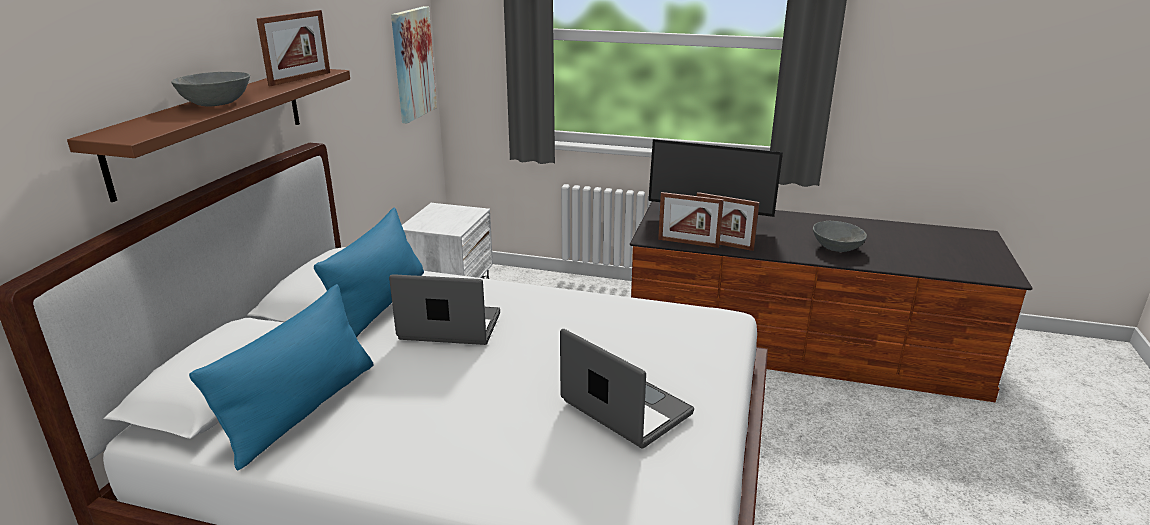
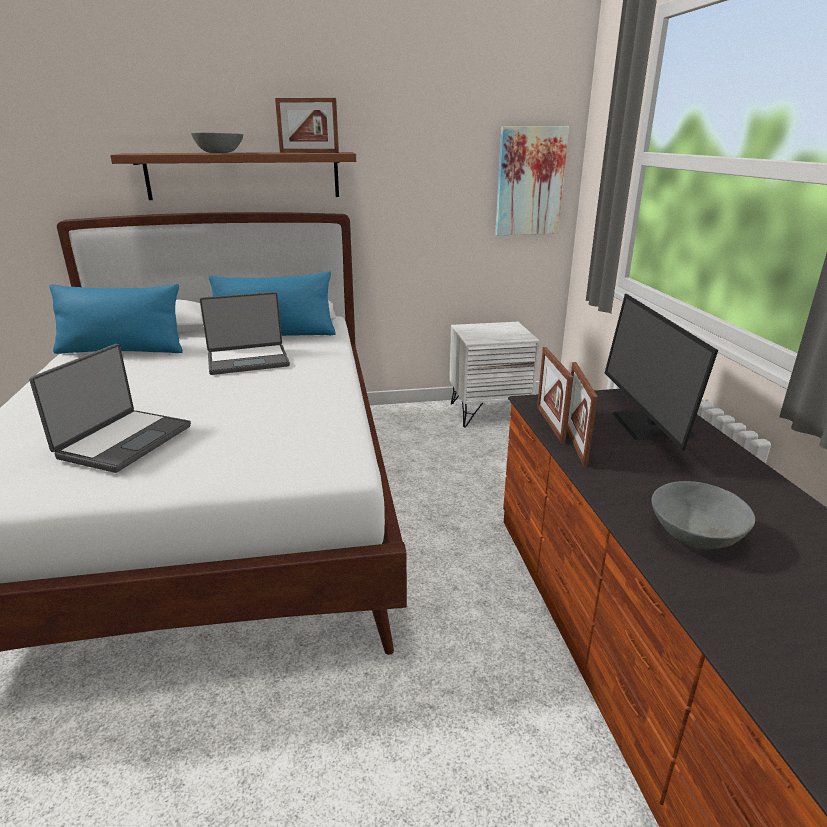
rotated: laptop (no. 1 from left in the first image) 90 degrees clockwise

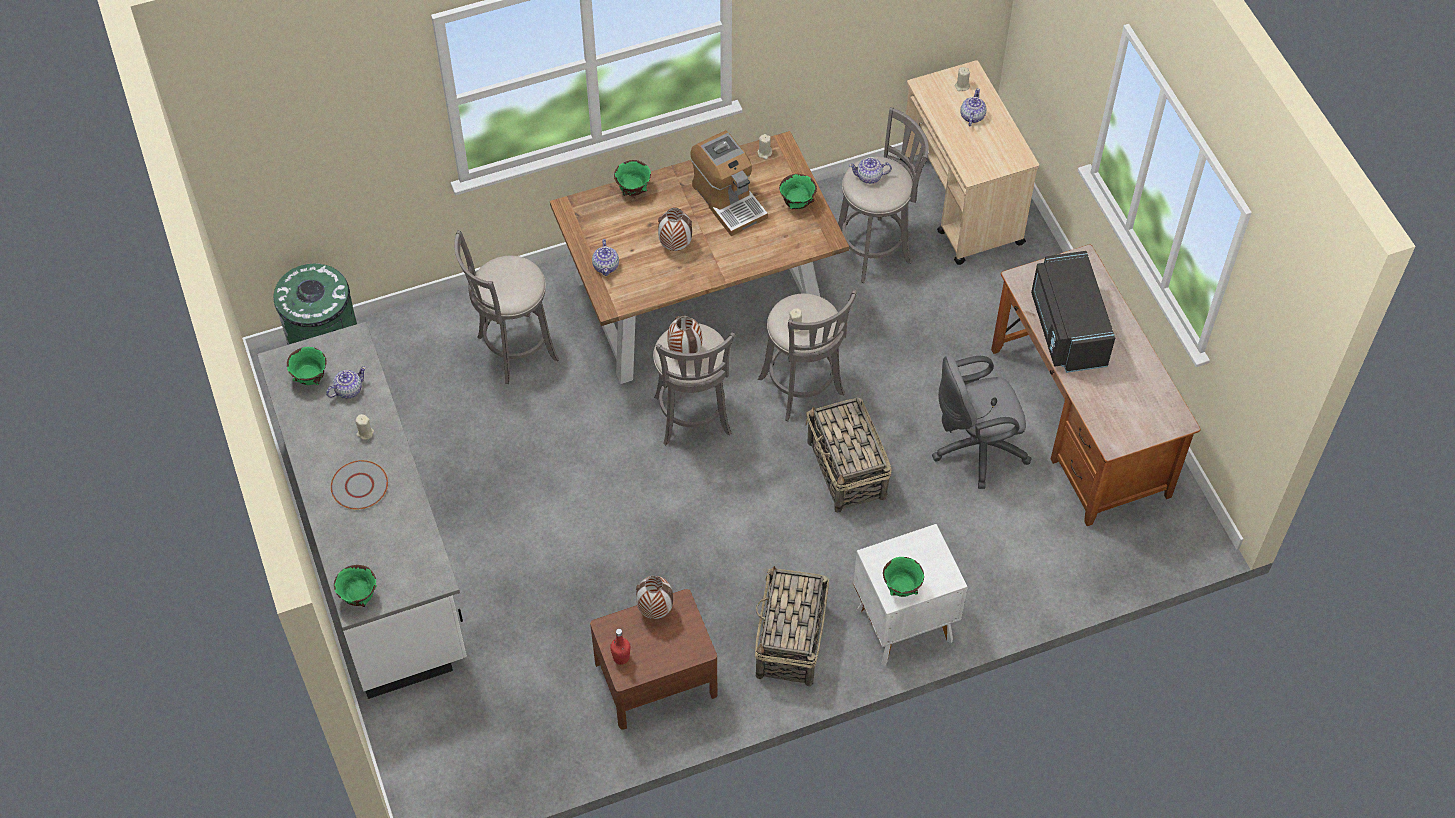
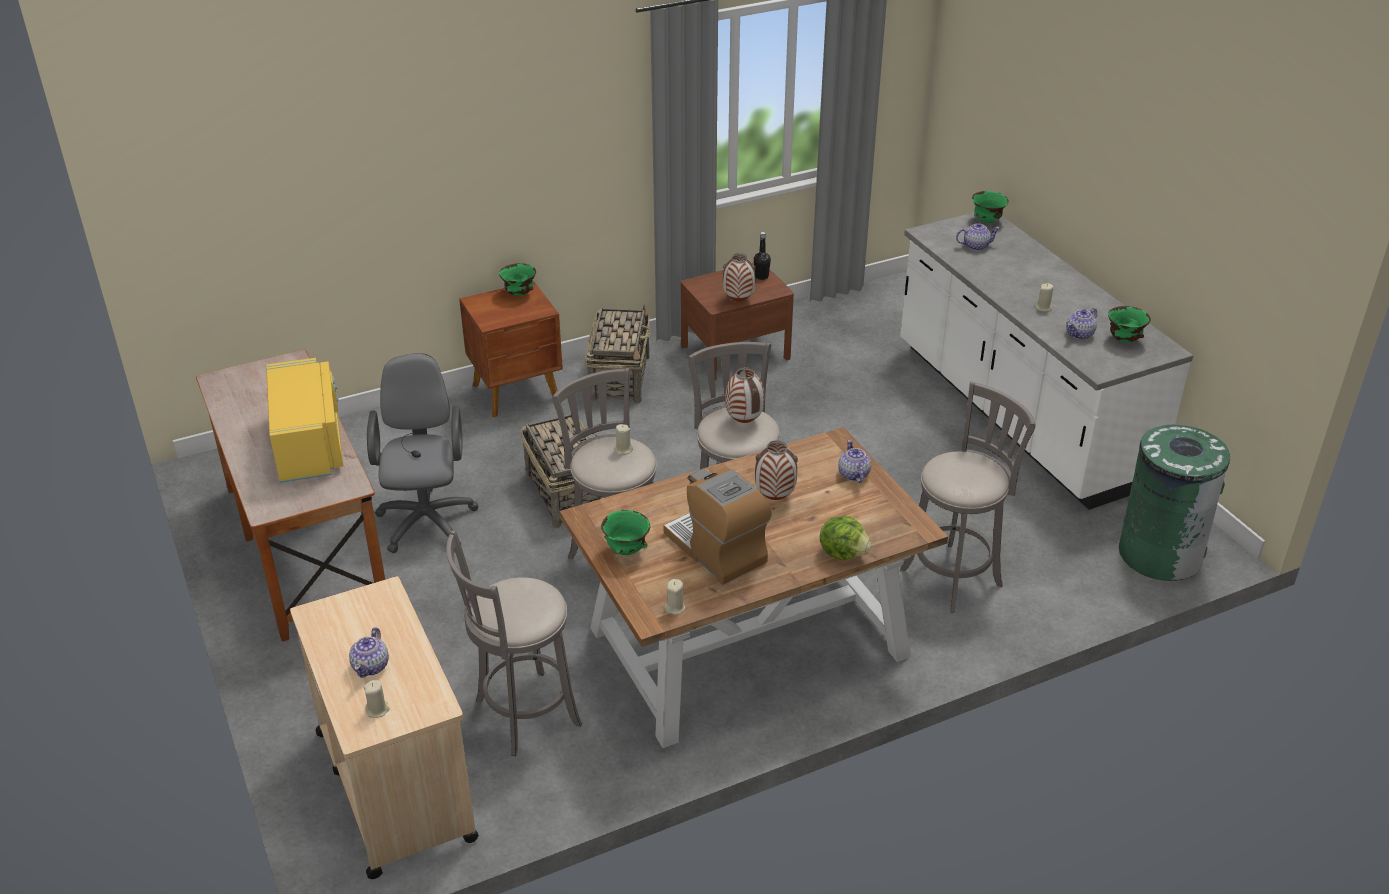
gone: plate/grey
shifted: teapot (no. 3 from left)
swapped: bowl/green (no. 3 from left) to lettuce
repainted: microwave/black to microwave/yellow; nightstand/white to nightstand/brown (no. 1 from left); bottle/red to bottle/black
rotated: office chair/grey 75 degrees counterclockwise

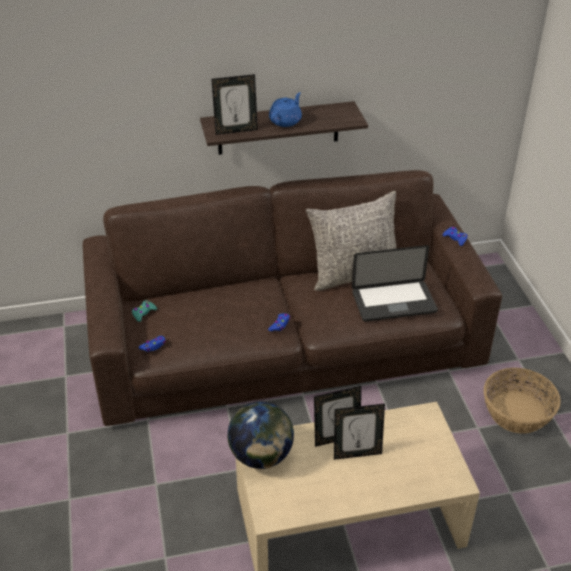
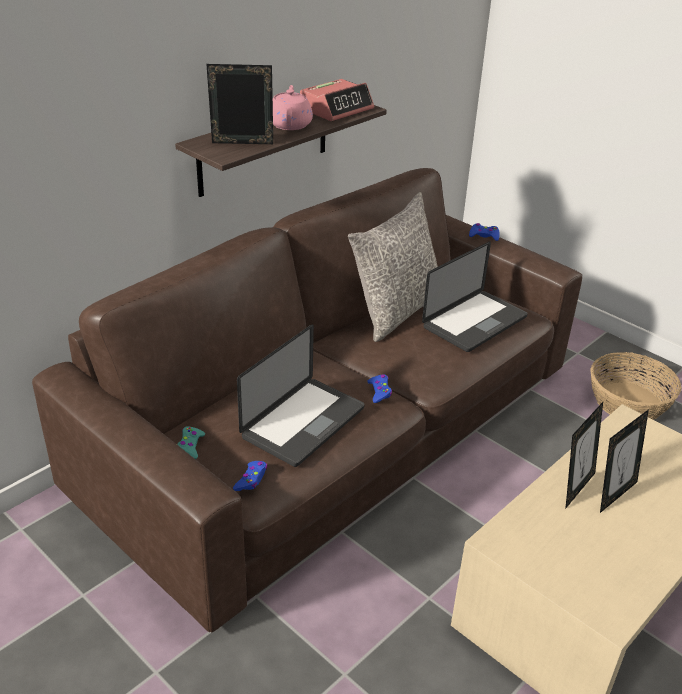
gone: globe
new: laptop (no. 1 from left); alarm clock
repainted: teapot/blue to teapot/pink
rotated: picture frame (no. 1 from left) 135 degrees counterclockwise

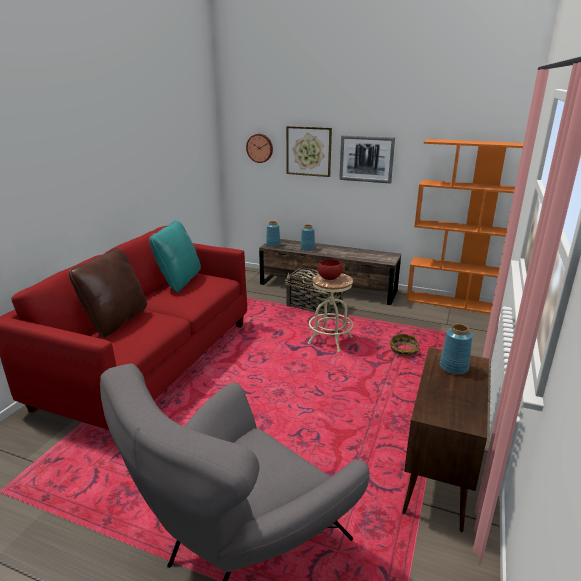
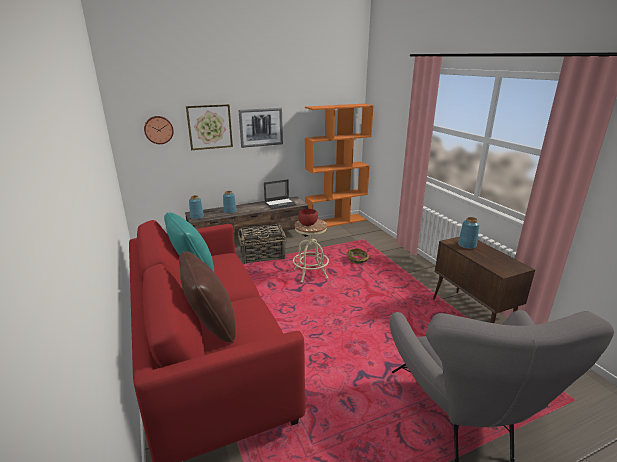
new: laptop

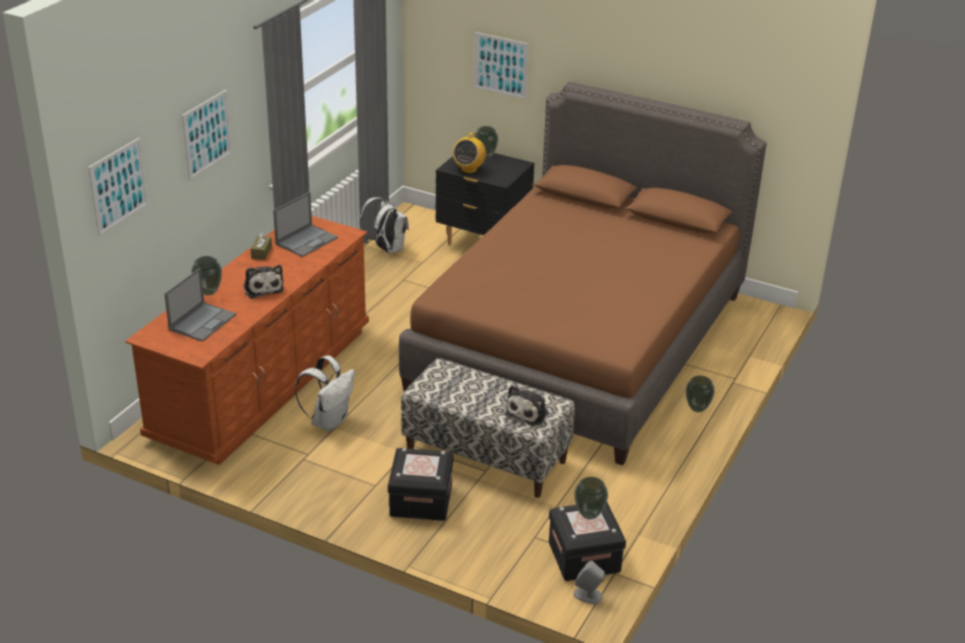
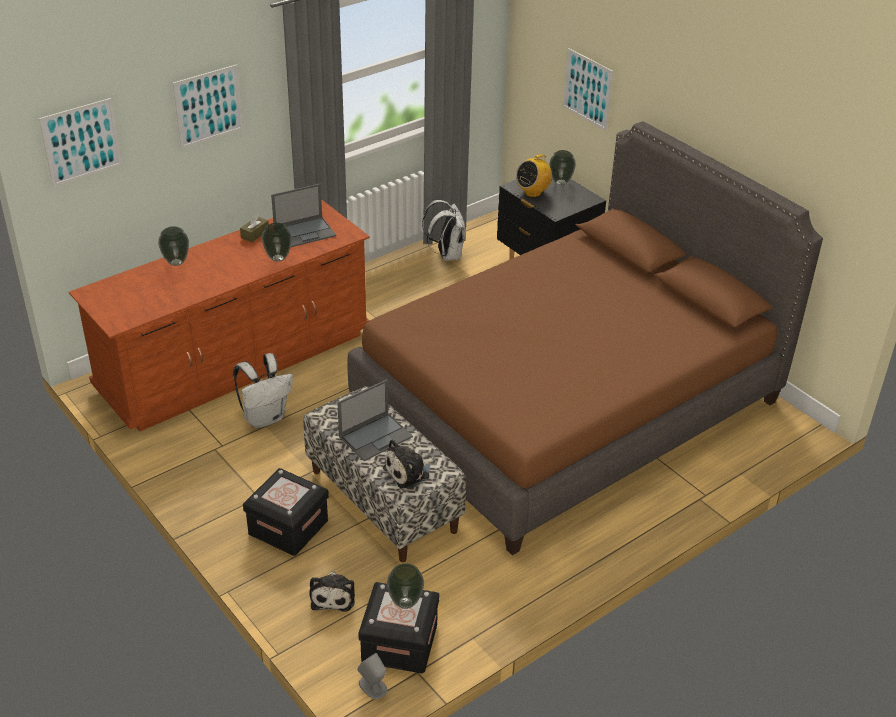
shifted: vase (no. 4 from left in the first image) to vase (no. 2 from left); plush toy (no. 1 from left); laptop (no. 1 from left in the first image) to laptop (no. 2 from left)

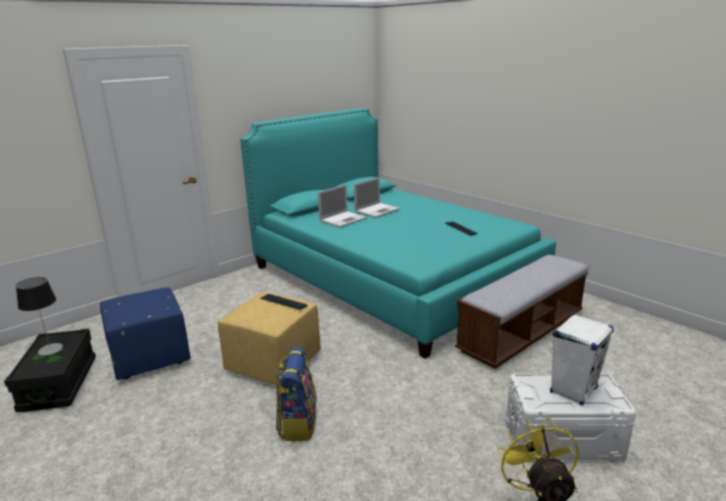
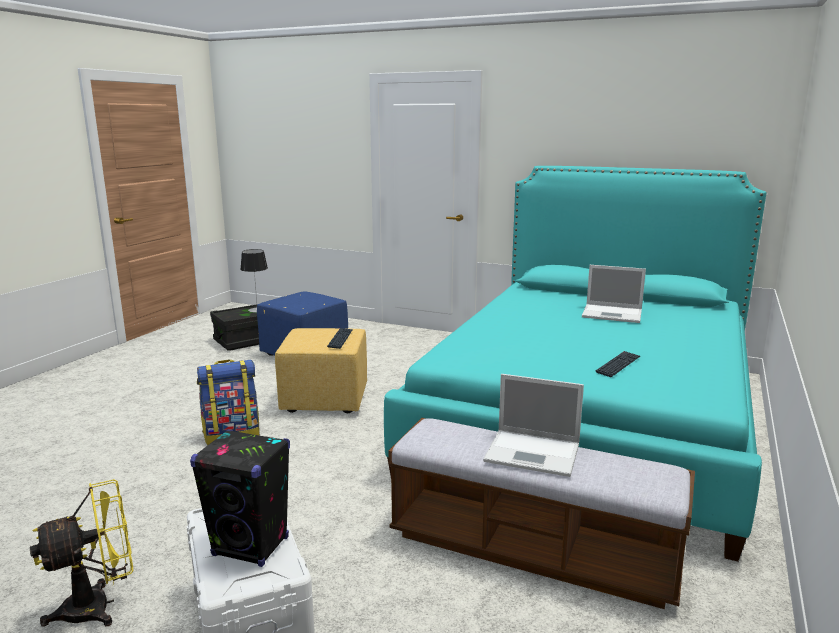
shifted: laptop (no. 1 from left)
repainted: speaker/white to speaker/black

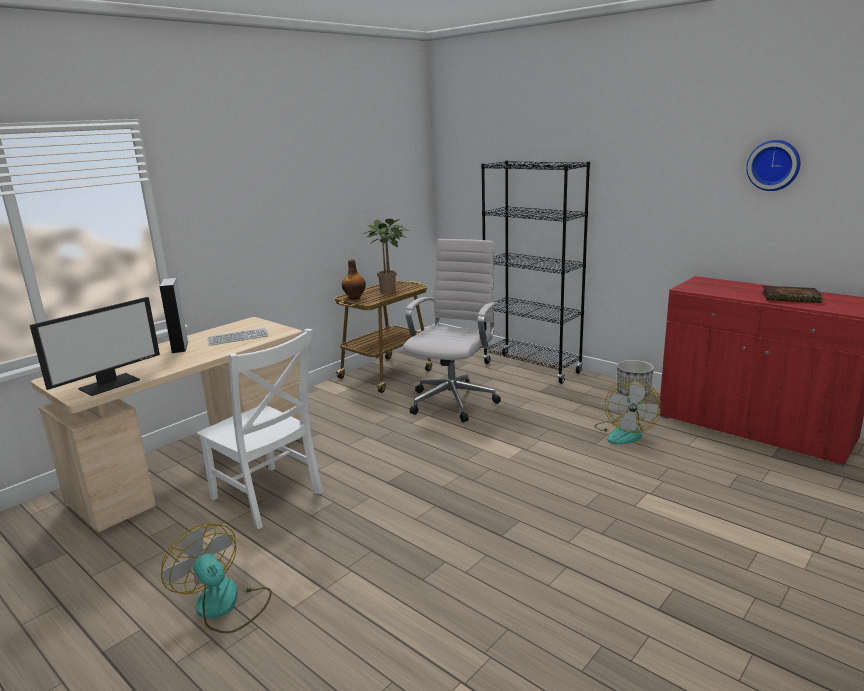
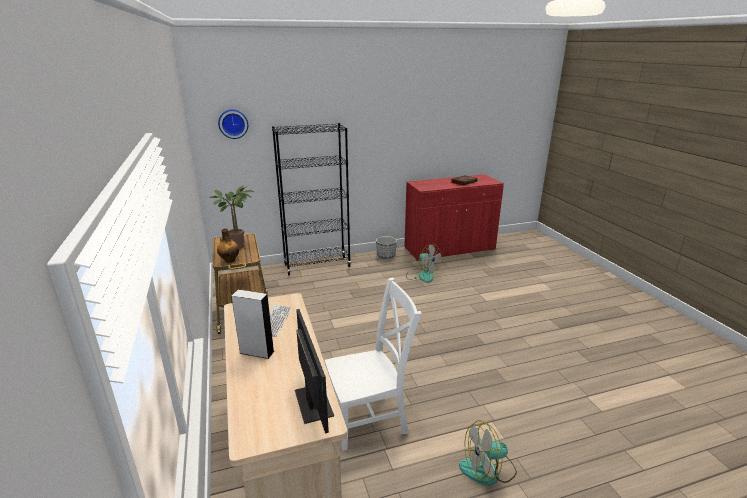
gone: office chair/white
shifted: wall clock

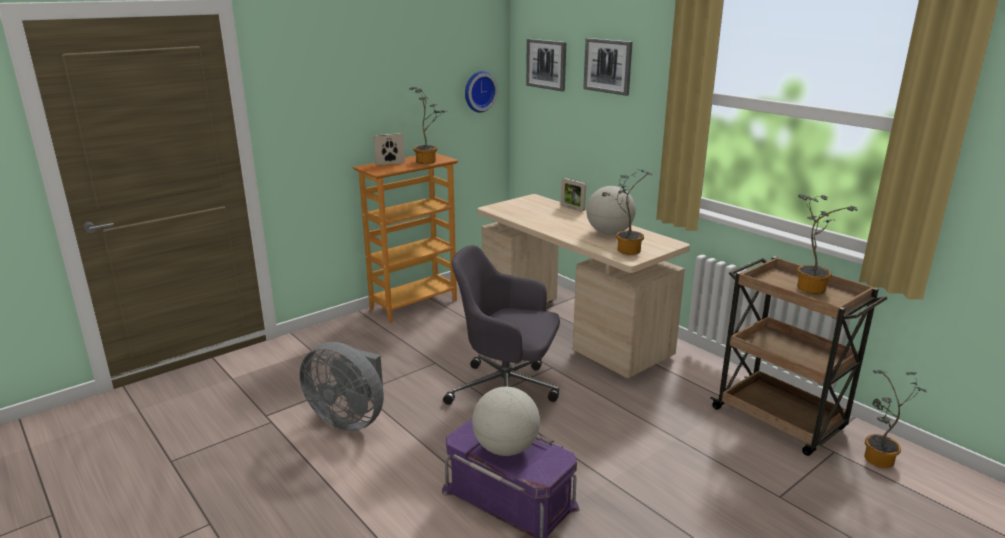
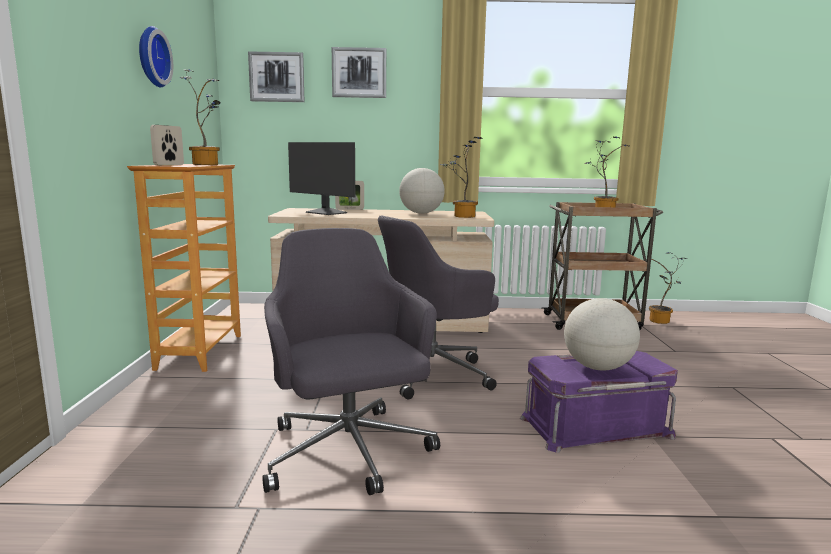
new: monitor
shifted: wall clock
swapped: fan/grey to office chair/grey (no. 1 from left)

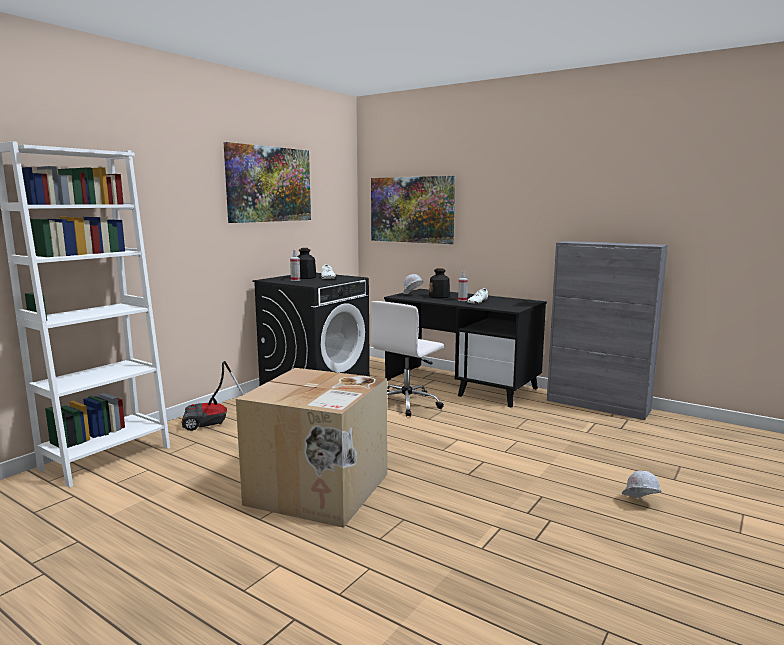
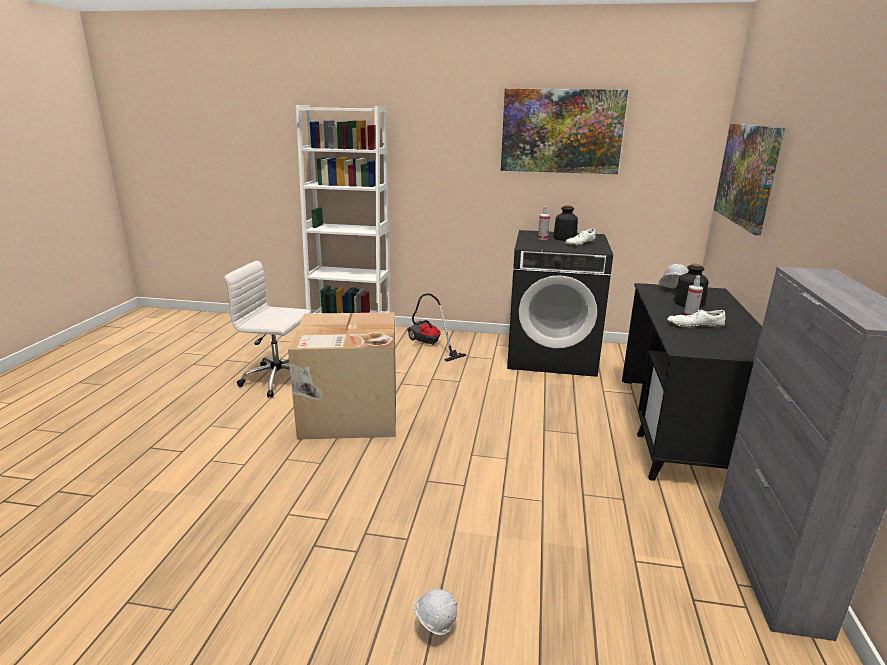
shifted: office chair/white

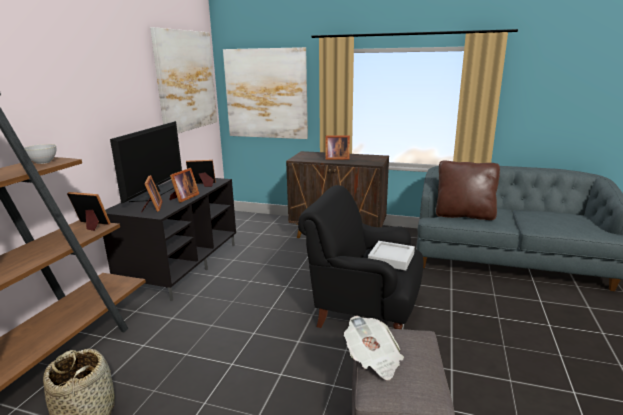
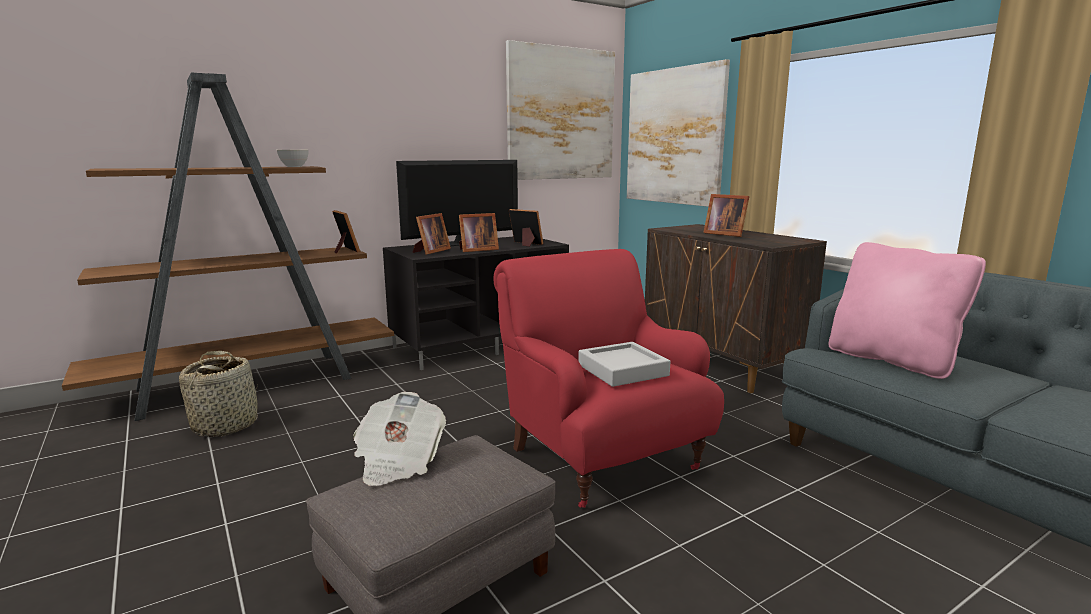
repainted: armchair/black to armchair/red; pillow/brown to pillow/pink

